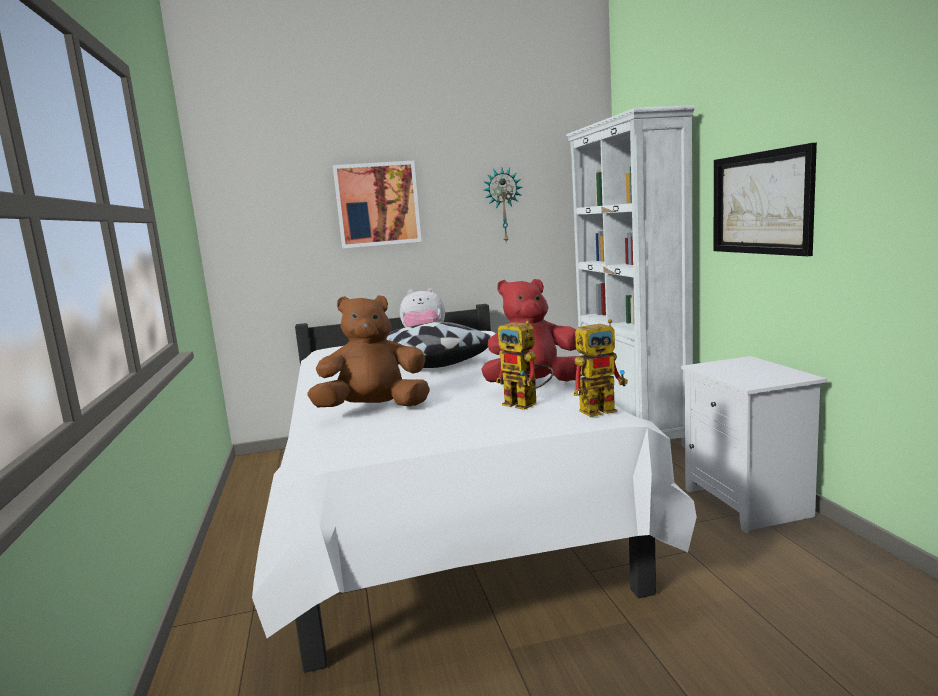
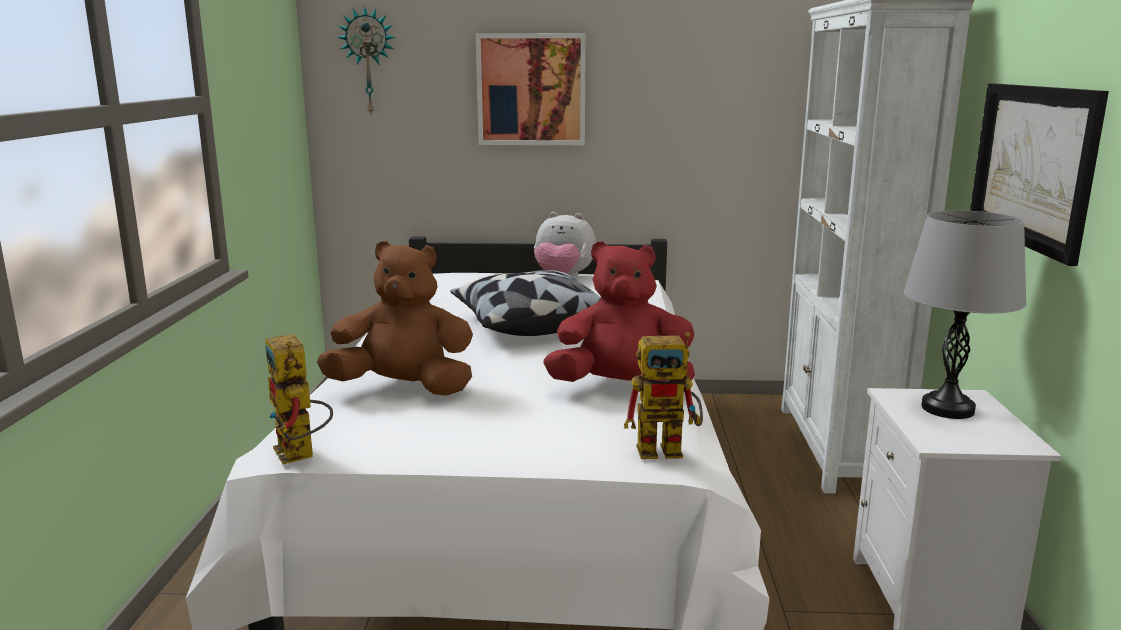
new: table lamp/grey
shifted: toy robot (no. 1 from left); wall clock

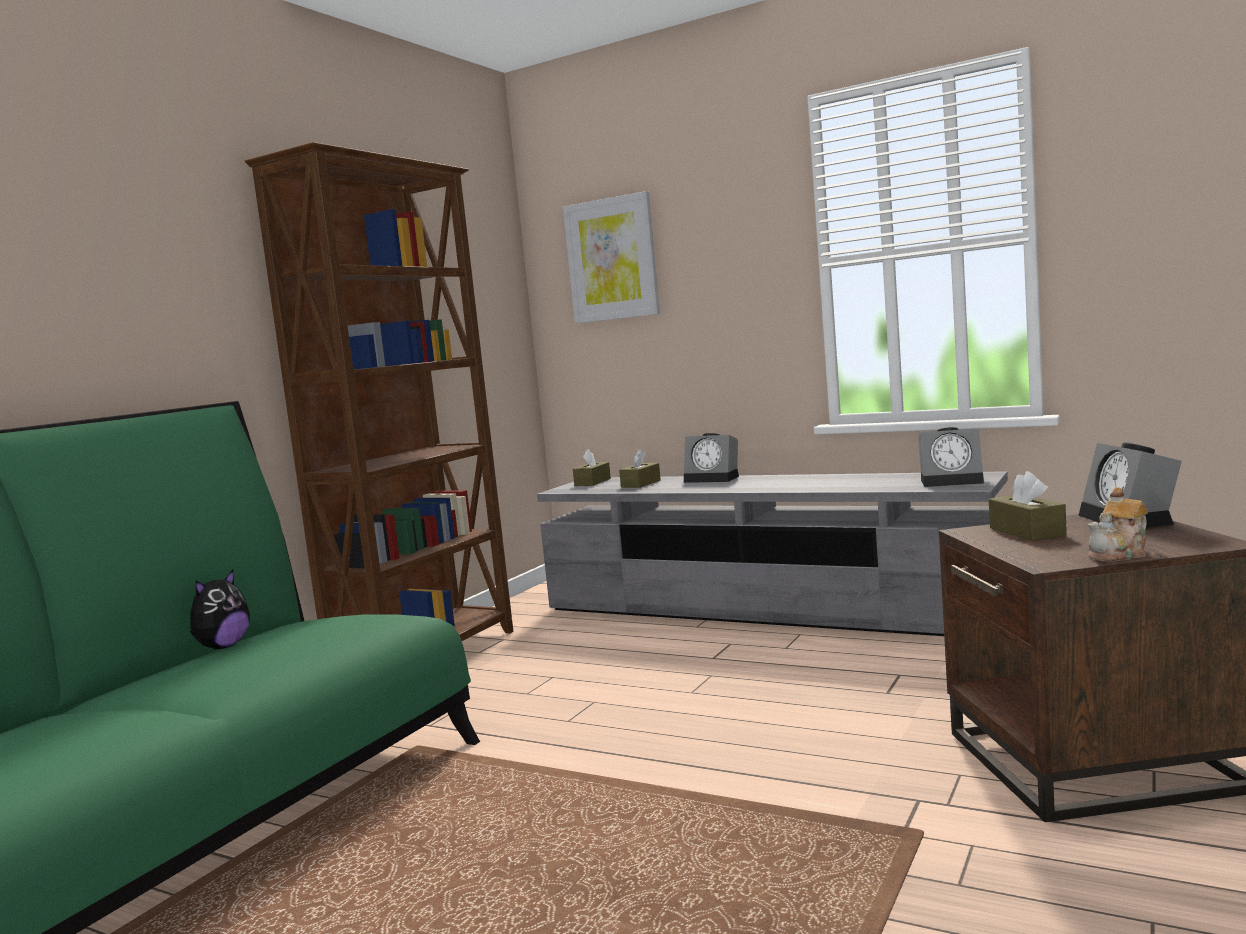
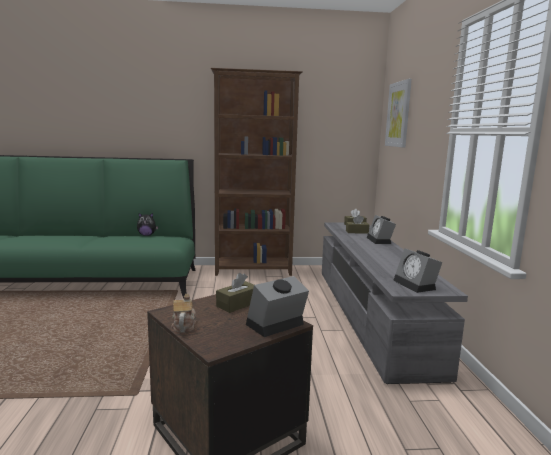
rotated: teapot 60 degrees clockwise

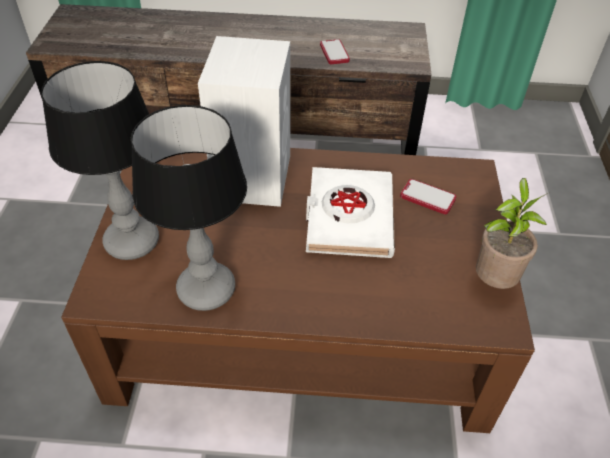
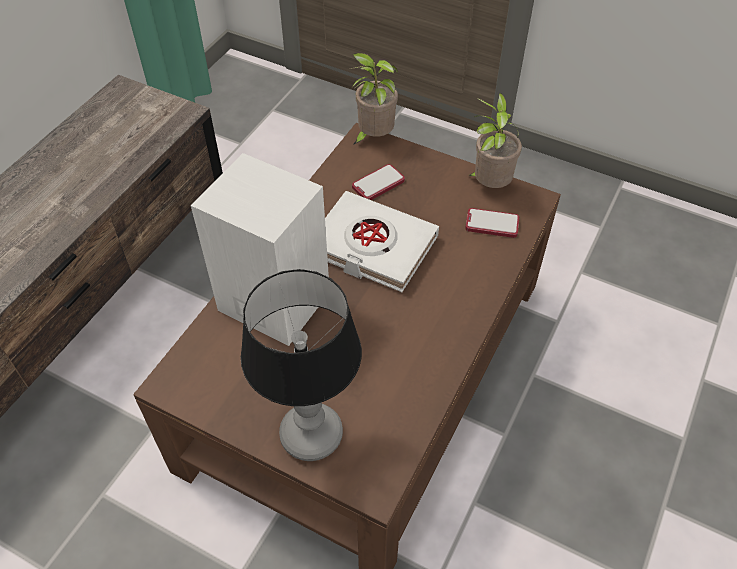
gone: table lamp (no. 2 from left)
new: potted plant (no. 1 from left)
shifted: phone (no. 1 from left in the first image) to phone (no. 2 from left)

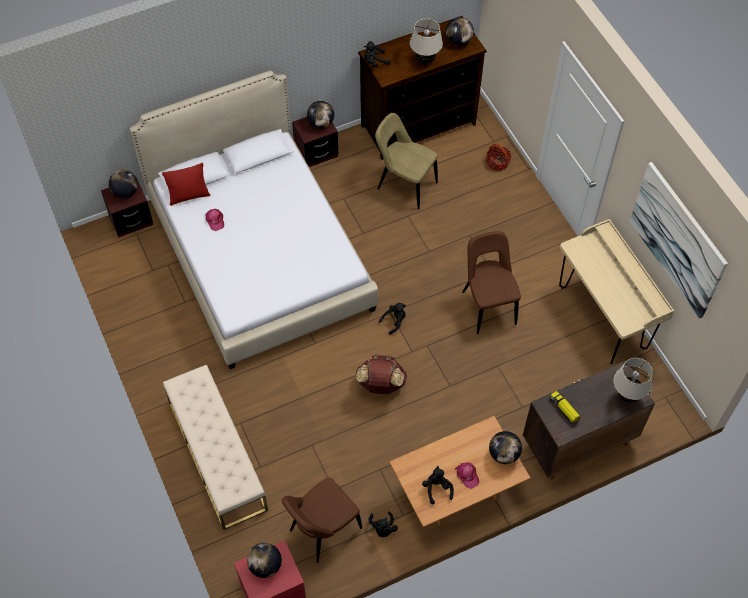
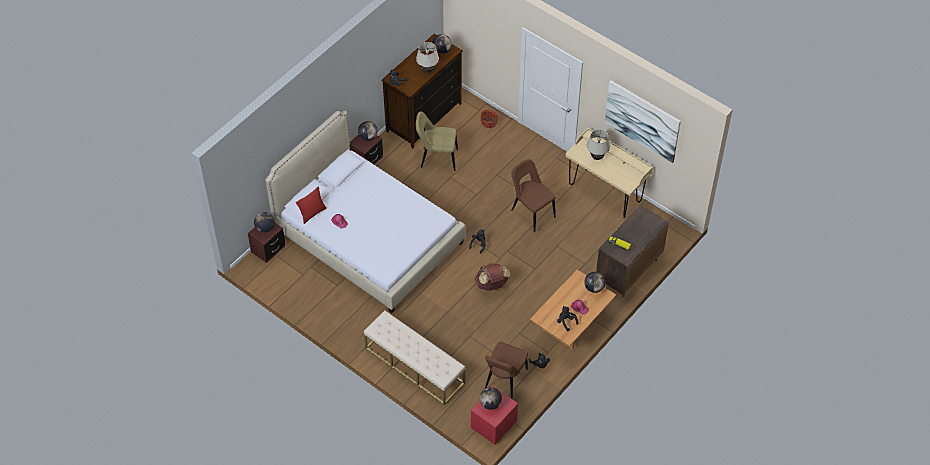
shifted: table lamp/beige (no. 2 from left)

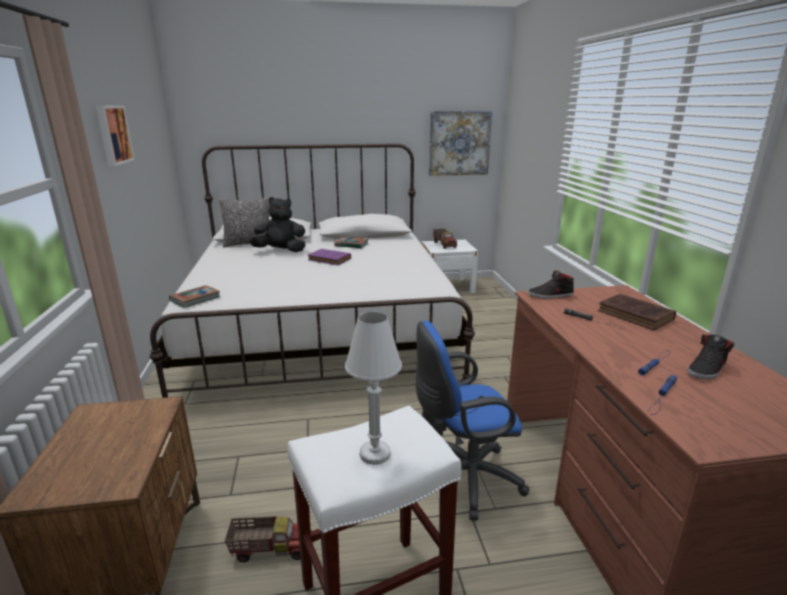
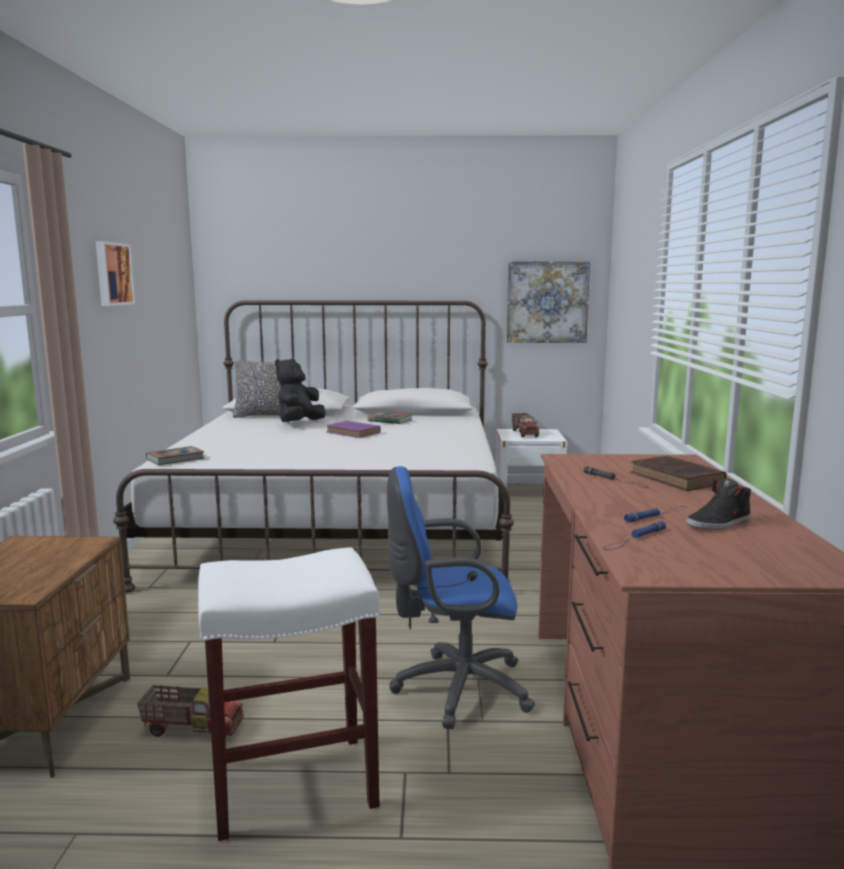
gone: table lamp/white; shoe/black (no. 1 from left)
rotated: plush toy/black 75 degrees counterclockwise

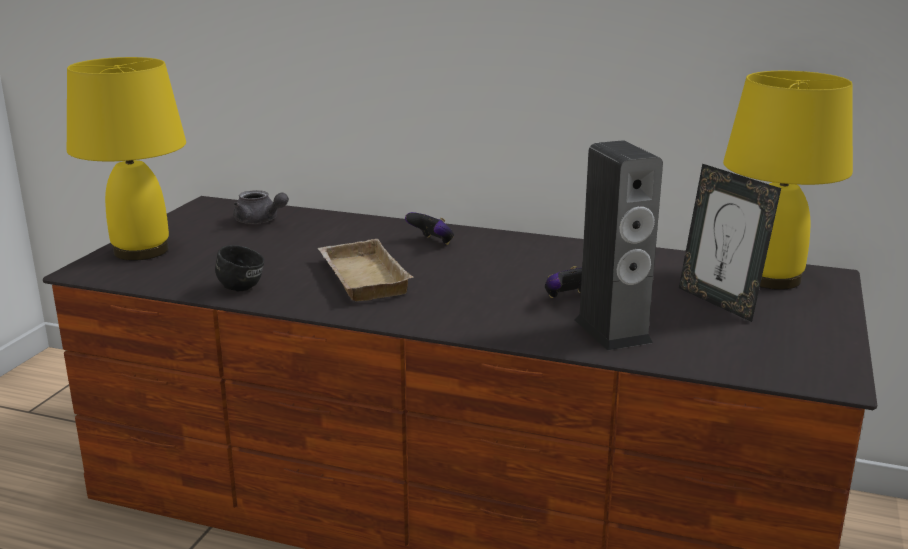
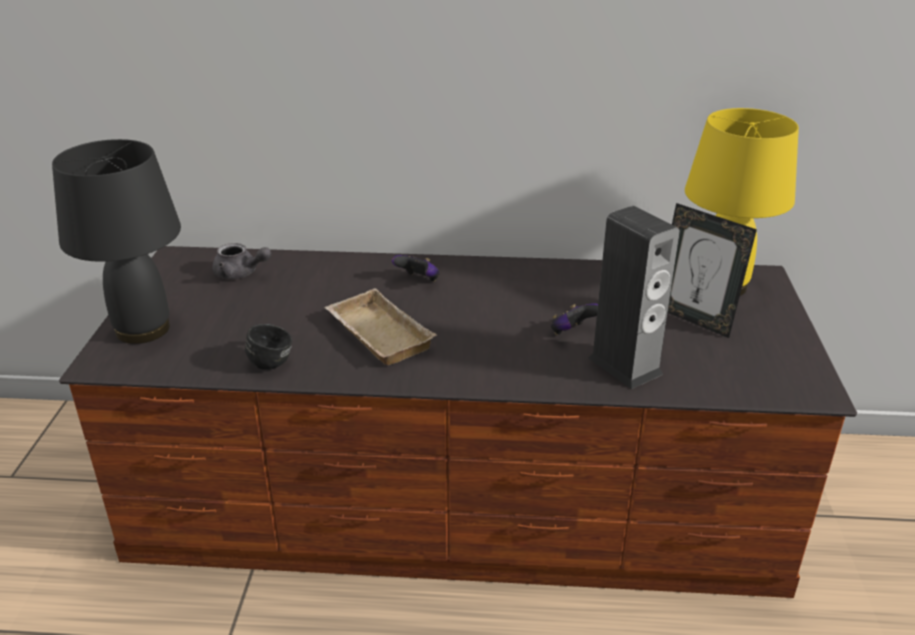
repainted: table lamp/yellow (no. 1 from left) to table lamp/black

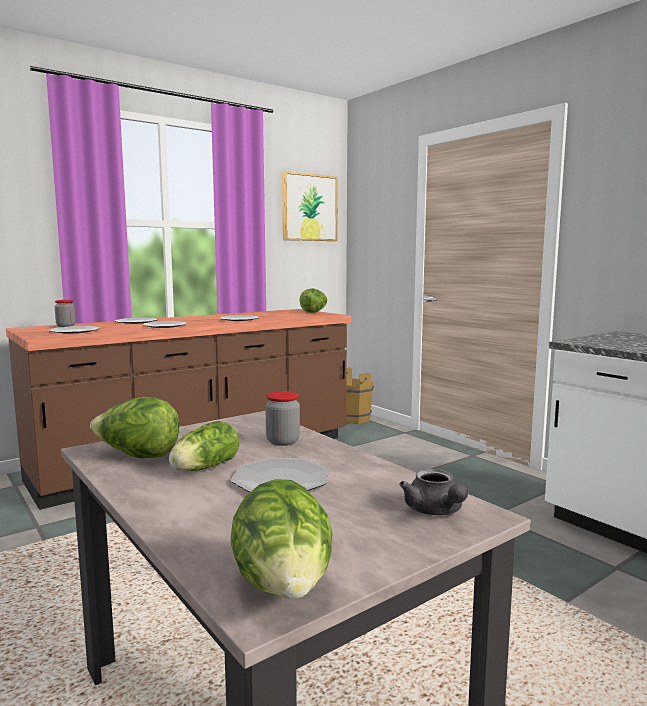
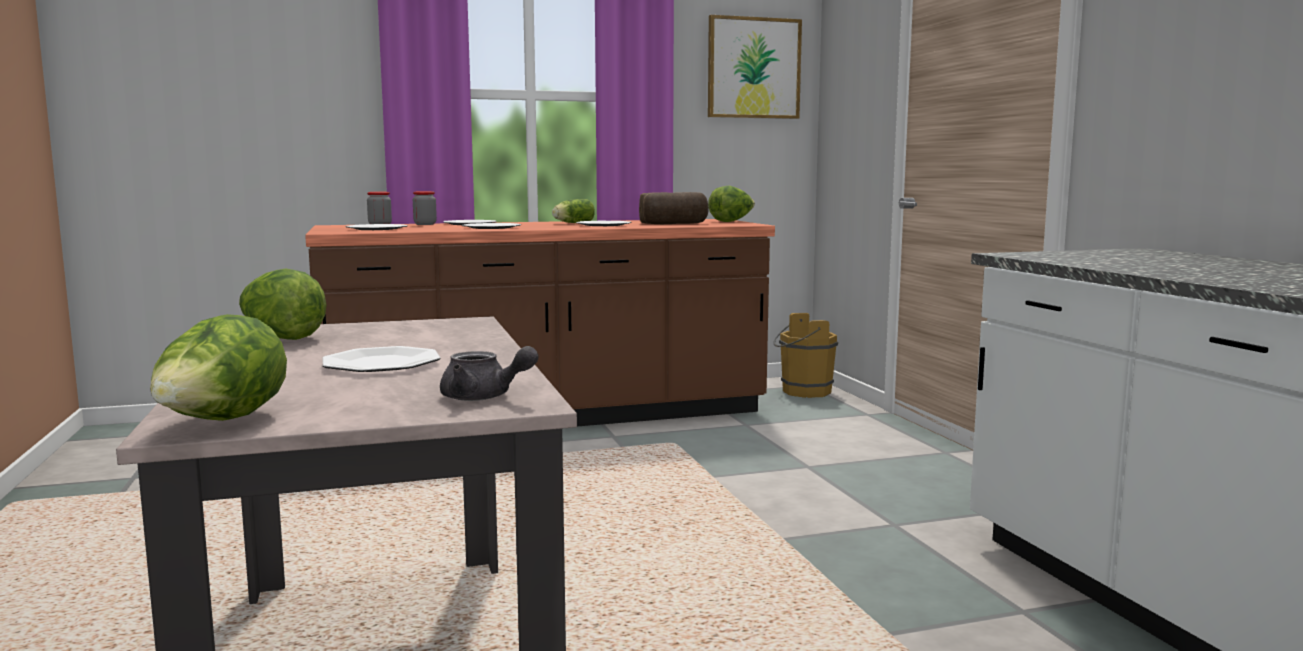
new: bread
shifted: jar (no. 2 from left); lettuce (no. 2 from left in the first image) to lettuce (no. 3 from left)
rotated: teapot/grey 75 degrees counterclockwise

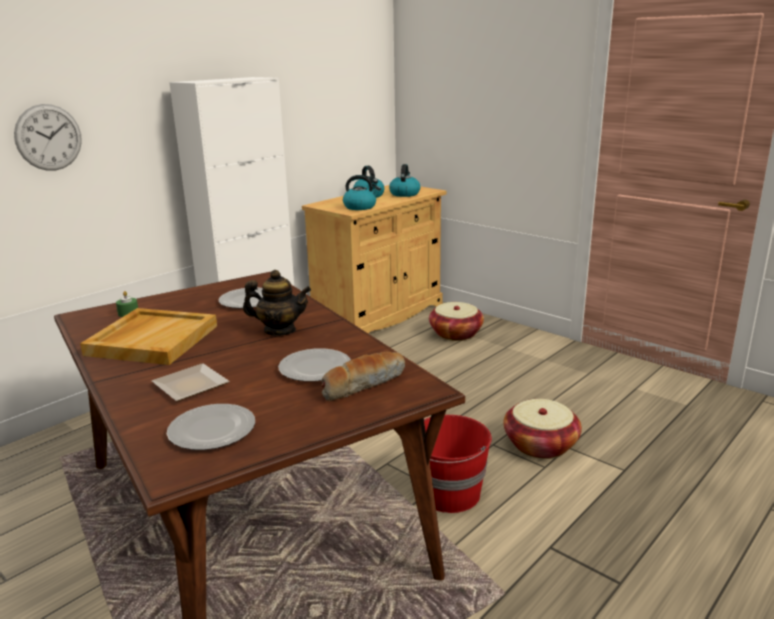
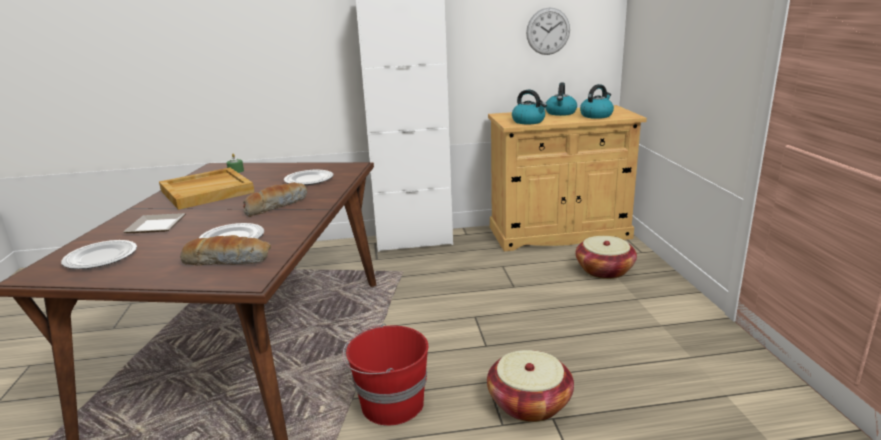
shifted: wall clock
swapped: teapot to bread (no. 2 from left)

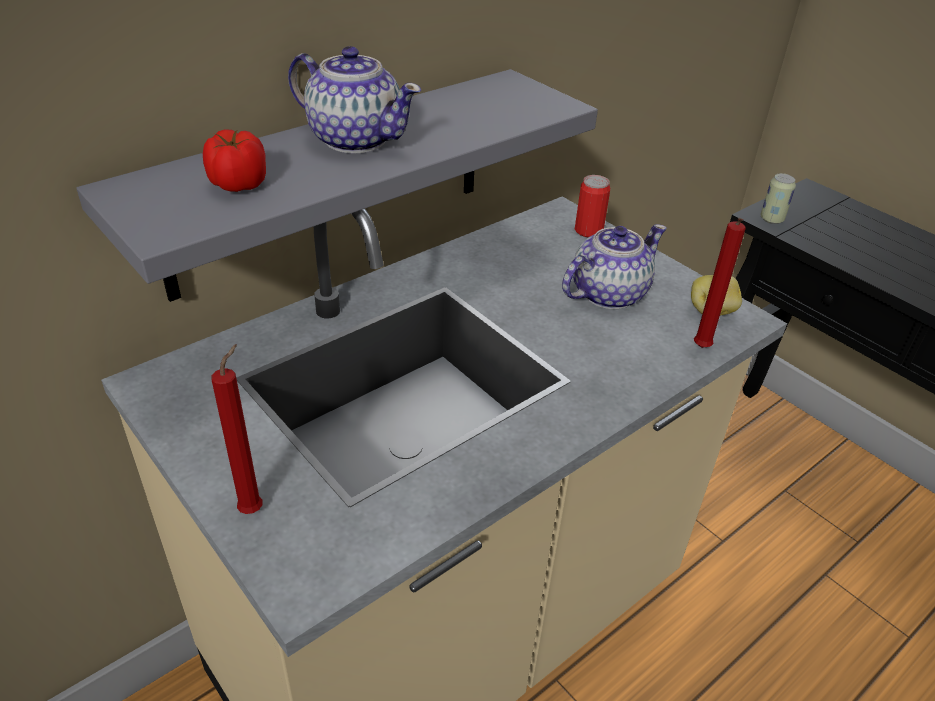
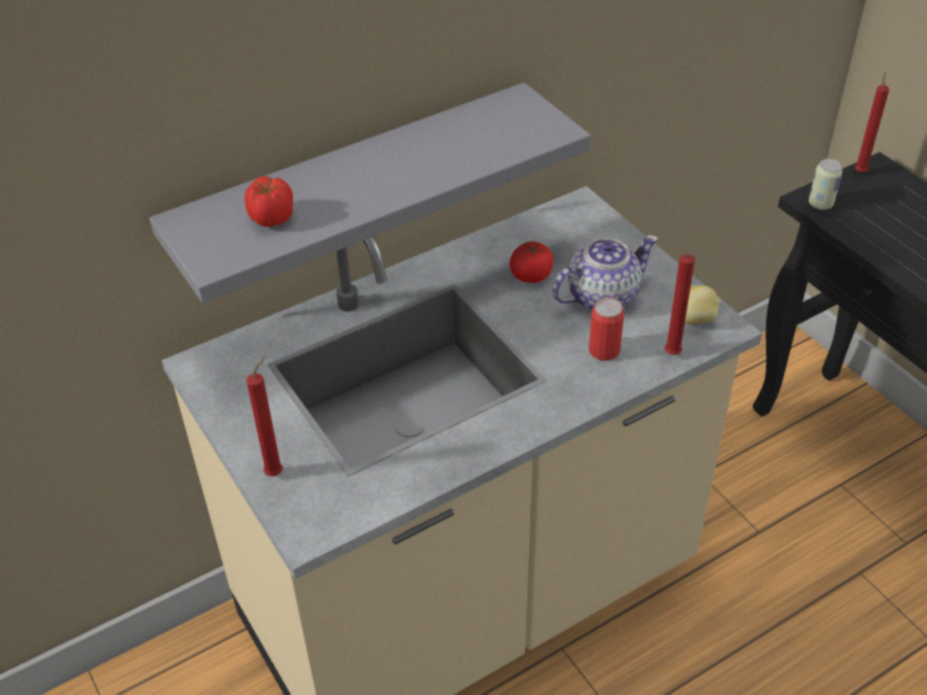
gone: teapot (no. 1 from left)
new: tomato (no. 2 from left); candle/red (no. 3 from left)
shifted: can (no. 1 from left)

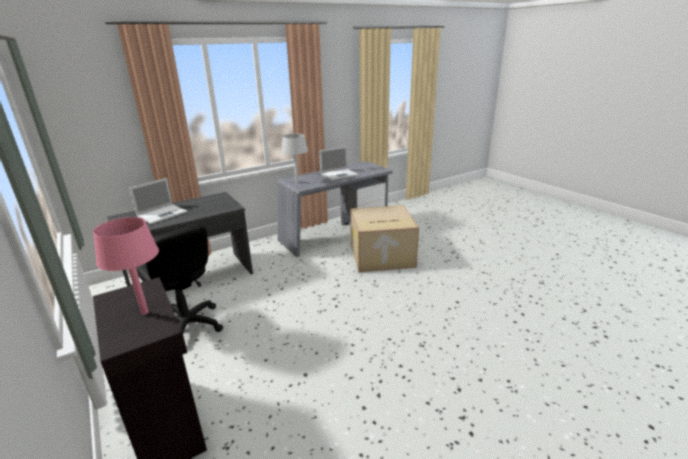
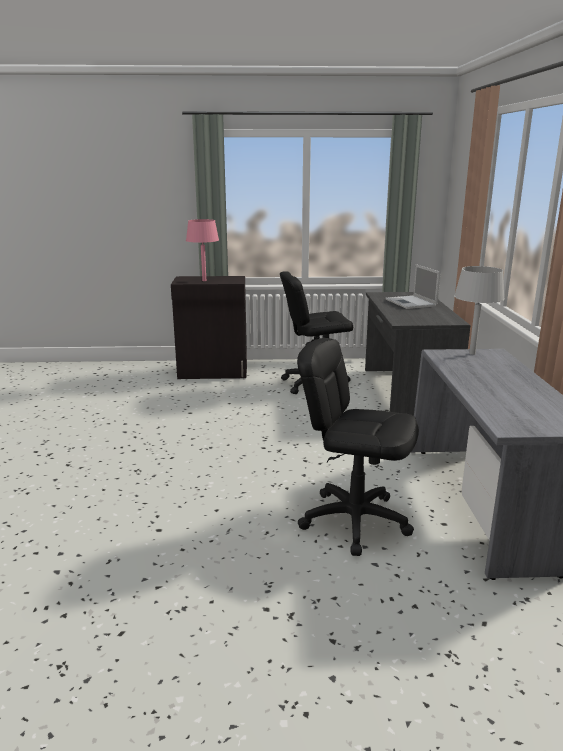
gone: laptop (no. 2 from left)
swapped: cardboard box to office chair/black (no. 2 from left)

